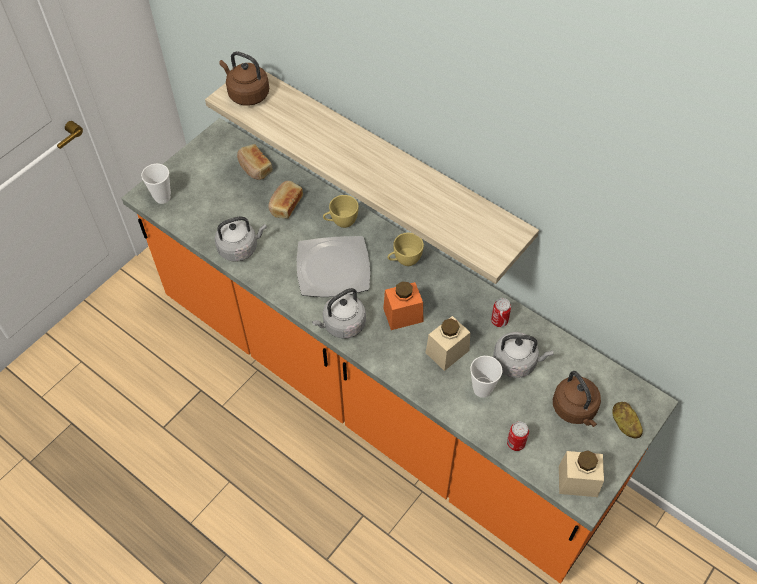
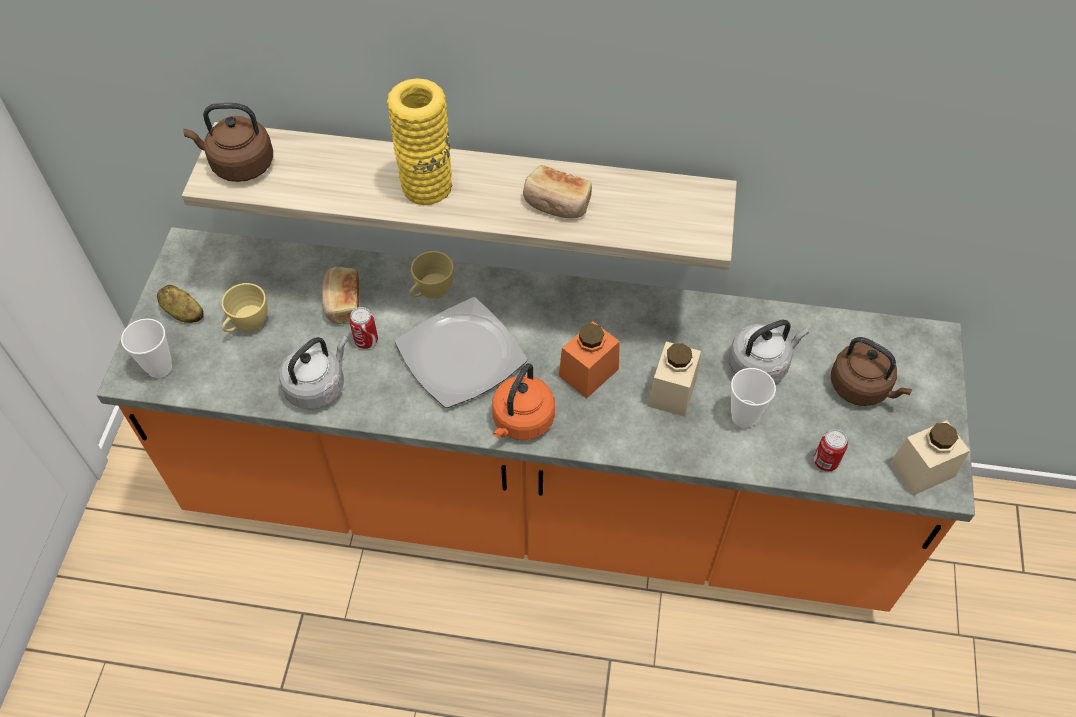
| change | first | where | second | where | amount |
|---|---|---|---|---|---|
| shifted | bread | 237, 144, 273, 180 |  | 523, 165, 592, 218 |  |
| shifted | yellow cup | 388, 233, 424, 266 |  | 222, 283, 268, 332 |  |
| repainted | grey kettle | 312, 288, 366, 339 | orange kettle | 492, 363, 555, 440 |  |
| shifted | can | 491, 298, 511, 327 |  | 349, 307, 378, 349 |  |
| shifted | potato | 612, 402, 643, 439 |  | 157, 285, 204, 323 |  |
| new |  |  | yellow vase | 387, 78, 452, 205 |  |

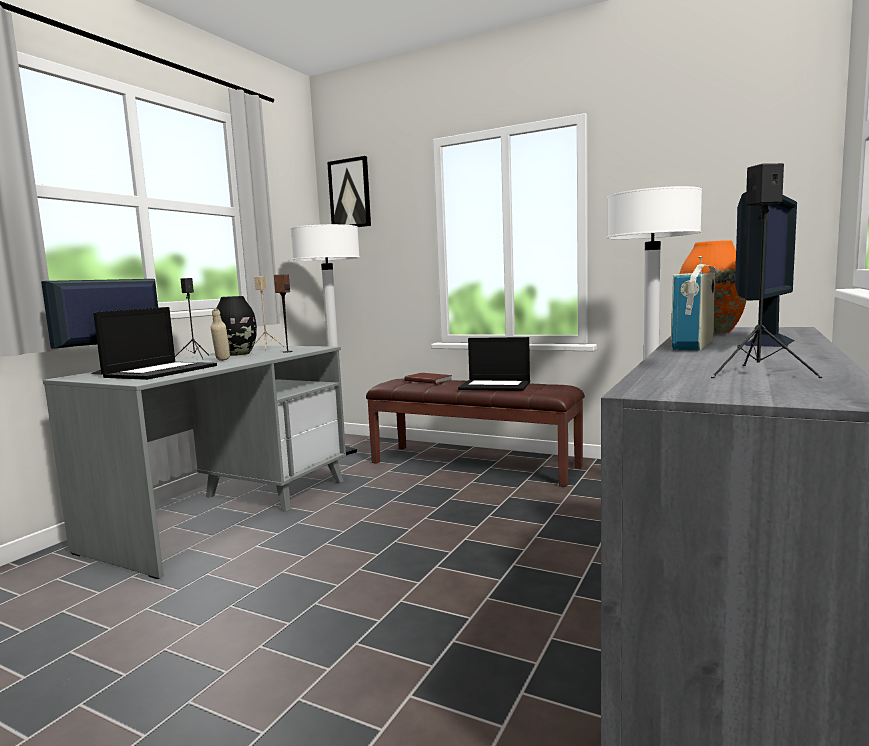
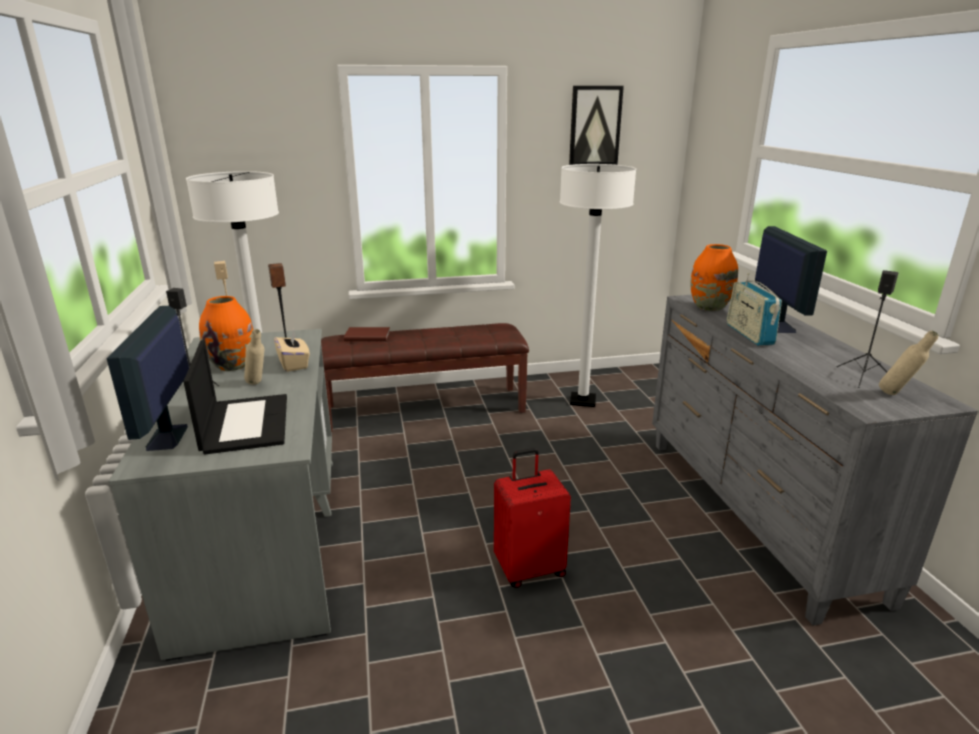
| change | first | where | second | where | amount |
|---|---|---|---|---|---|
| shifted | picture | 327, 156, 371, 227 |  | 569, 86, 624, 165 |  |
| repainted | black vase | 216, 296, 257, 356 | orange vase | 199, 296, 253, 371 |  |
| gone | laptop | 458, 337, 530, 391 |  |  |  |
| new |  |  | beige tissue box | 274, 329, 310, 372 |  |
| new |  |  | beige bottle | 879, 331, 939, 395 |  |
| new |  |  | red suitcase | 494, 448, 571, 588 |  |

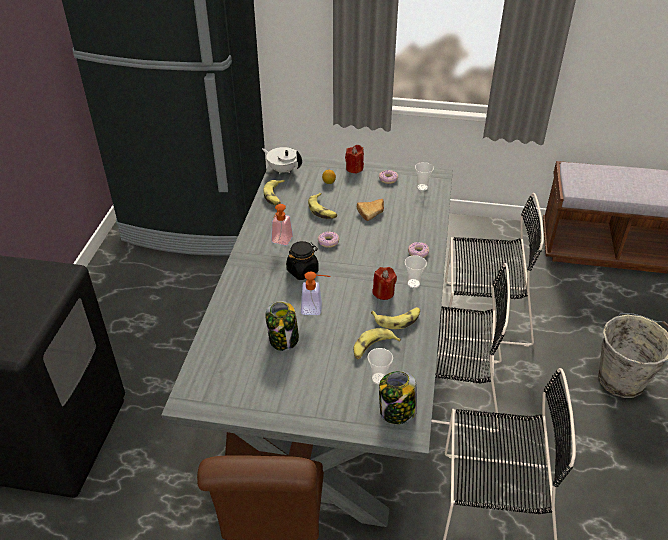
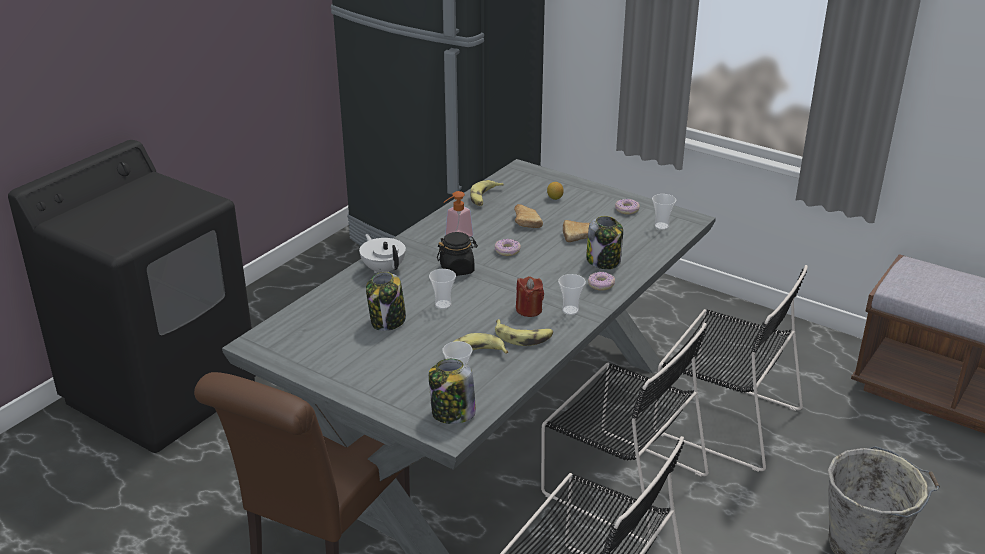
| change | first | where | second | where | amount |
|---|---|---|---|---|---|
| gone | red candle | 345, 145, 364, 174 |  |  |  |
| shifted | white teapot | 262, 147, 302, 174 |  | 359, 234, 406, 273 |  |
| swapped | banana | 308, 193, 337, 219 | bread | 514, 204, 543, 228 |  |
| swapped | soap dispenser | 301, 272, 331, 315 | cup | 429, 269, 456, 309 |  |
| new |  |  | jar | 586, 216, 623, 269 |  |

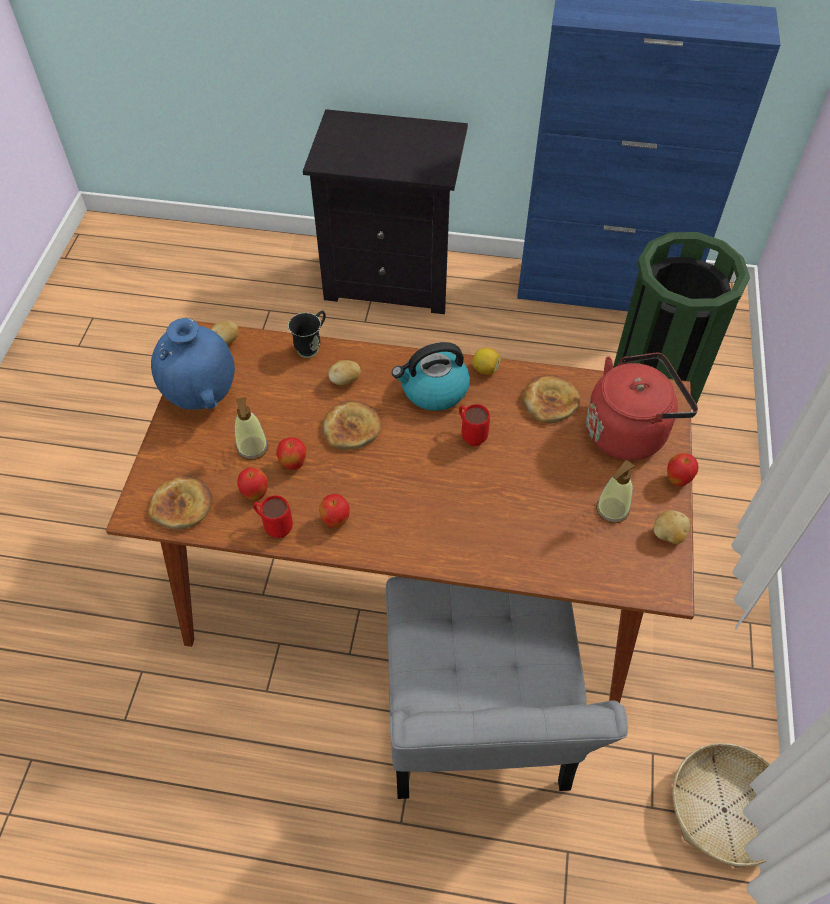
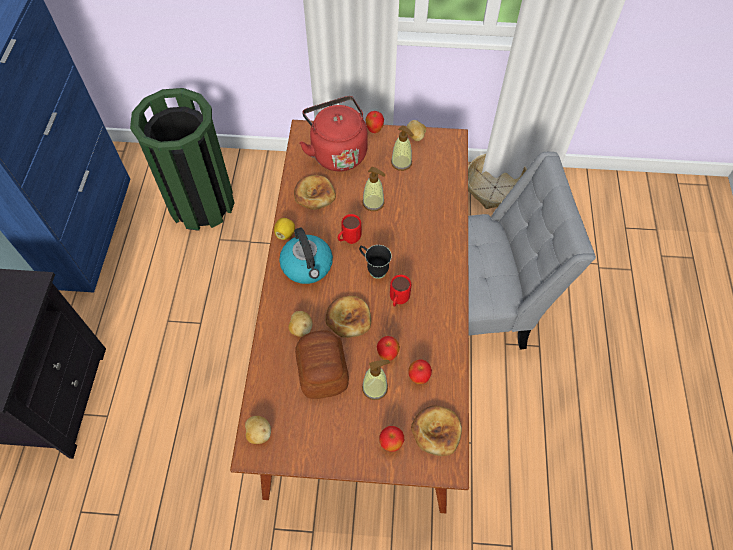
| change | first | where | second | where | amount |
|---|---|---|---|---|---|
| shifted | black mug | 288, 310, 326, 358 |  | 359, 245, 392, 279 |  |
| gone | blue vase | 151, 318, 235, 410 |  |  |  |
| shifted | apple | 319, 494, 350, 528 |  | 379, 426, 404, 452 |  |
| shifted | red mug | 253, 495, 293, 538 |  | 390, 275, 411, 306 |  |
| new |  |  | soap dispenser | 362, 167, 385, 211 |  |
| new |  |  | bread | 295, 330, 349, 399 |  |

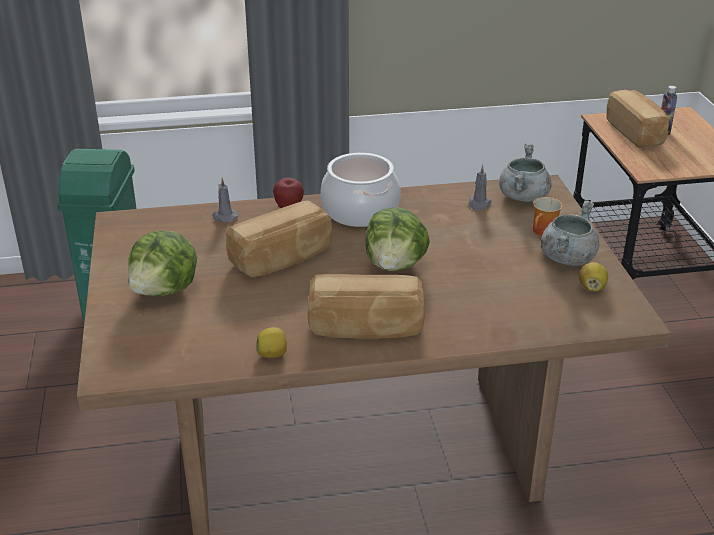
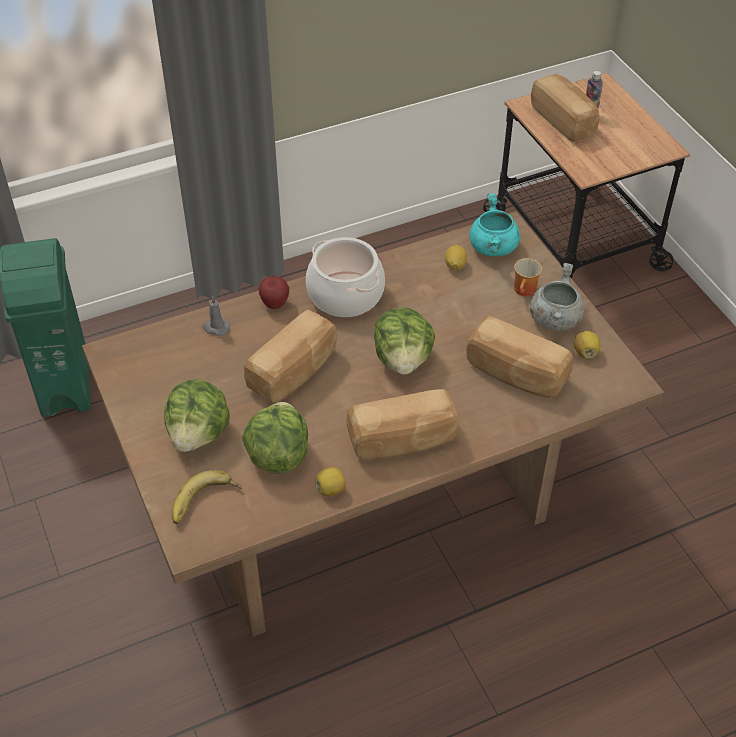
| change | first | where | second | where | amount |
|---|---|---|---|---|---|
| repainted | grey cooking pot | 499, 144, 552, 202 | turquoise cooking pot | 469, 194, 521, 256 |  |
| swapped | grey candle | 469, 165, 492, 211 | lemon | 445, 245, 467, 270 |  |
| new |  |  | bread | 466, 315, 573, 398 |  |
| new |  |  | lettuce | 242, 402, 308, 474 |  |
| new |  |  | banana | 171, 470, 242, 524 |  |

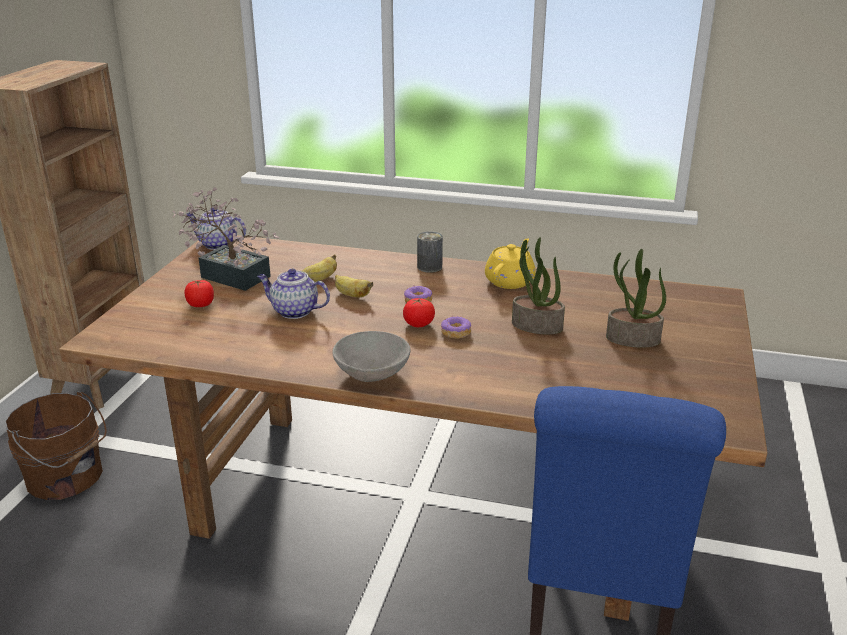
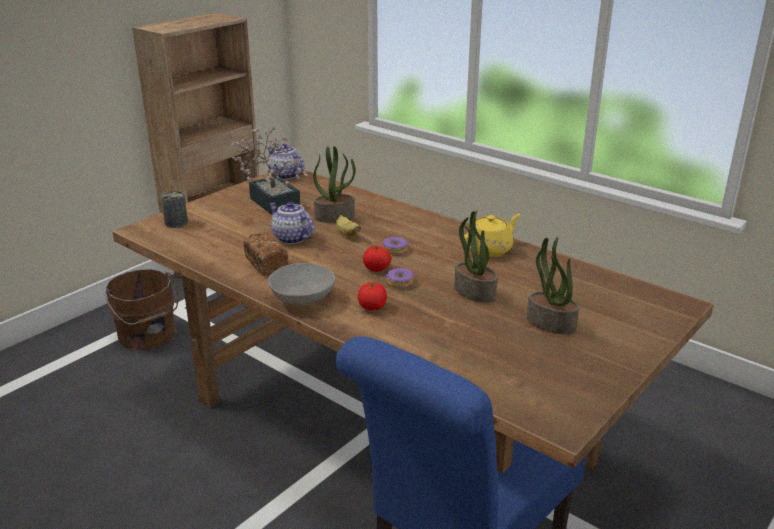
| change | first | where | second | where | amount |
|---|---|---|---|---|---|
| shifted | can | 417, 231, 443, 273 |  | 161, 191, 188, 228 |  |
| swapped | banana | 302, 254, 337, 282 | potted plant | 313, 146, 355, 223 |  |
| shifted | tomato | 185, 279, 214, 307 |  | 358, 282, 387, 311 |  |
| new |  |  | bread | 243, 232, 288, 276 |  |

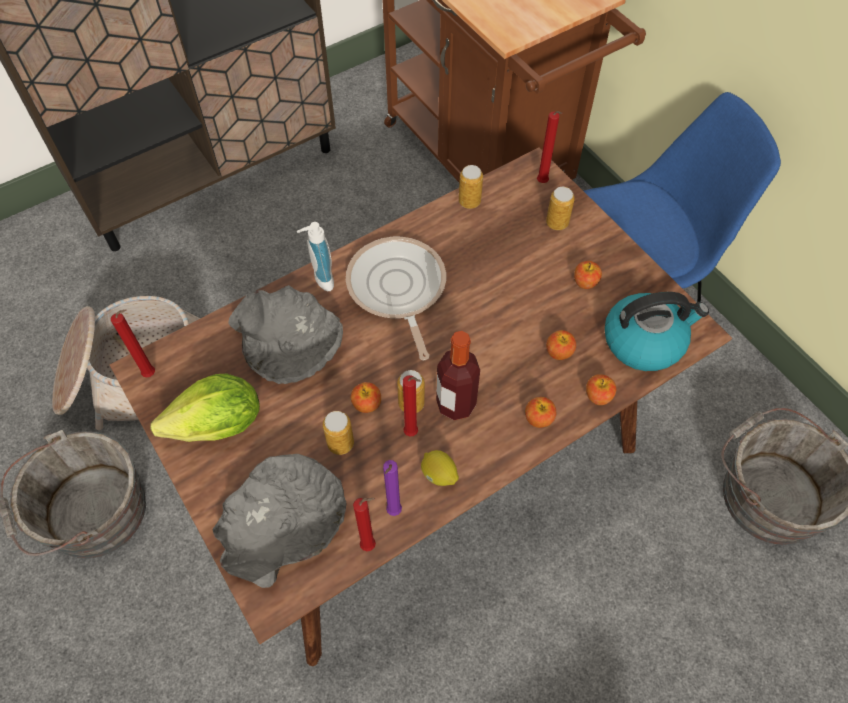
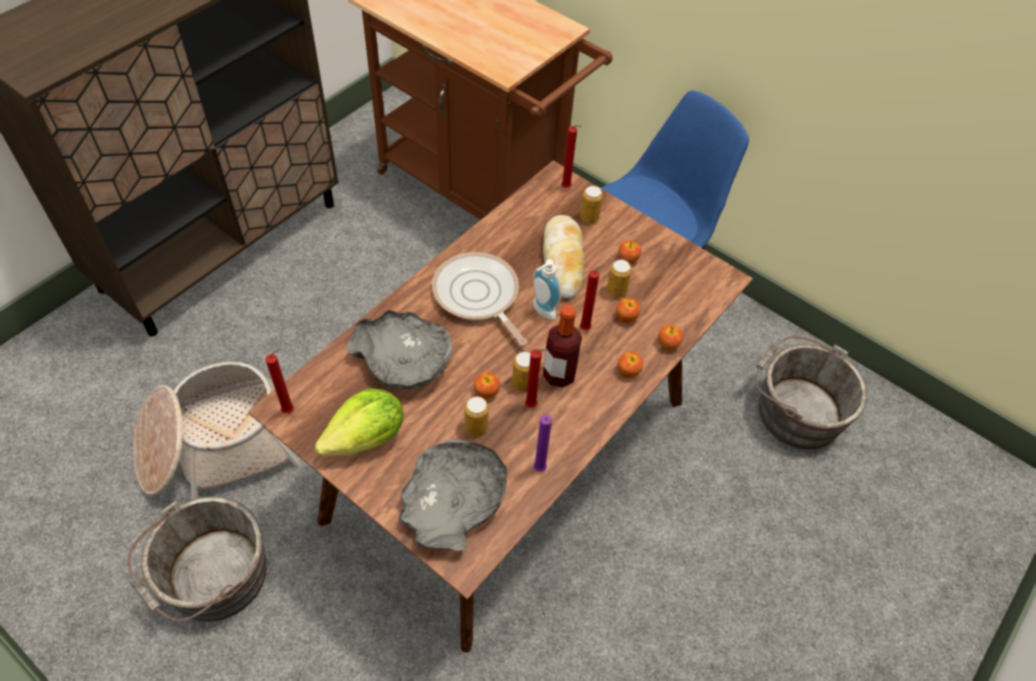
| change | first | where | second | where | amount |
|---|---|---|---|---|---|
| shifted | can | 459, 165, 483, 209 |  | 607, 259, 632, 298 |  |
| shifted | soap dispenser | 297, 222, 334, 291 |  | 533, 259, 561, 320 |  |
| gone | kettle | 604, 292, 709, 371 |  |  |  |
| gone | lemon | 421, 450, 459, 486 |  |  |  |
| shifted | red candle | 353, 498, 376, 551 |  | 580, 264, 605, 330 |  |
| new |  |  | bread | 543, 215, 584, 298 |  |

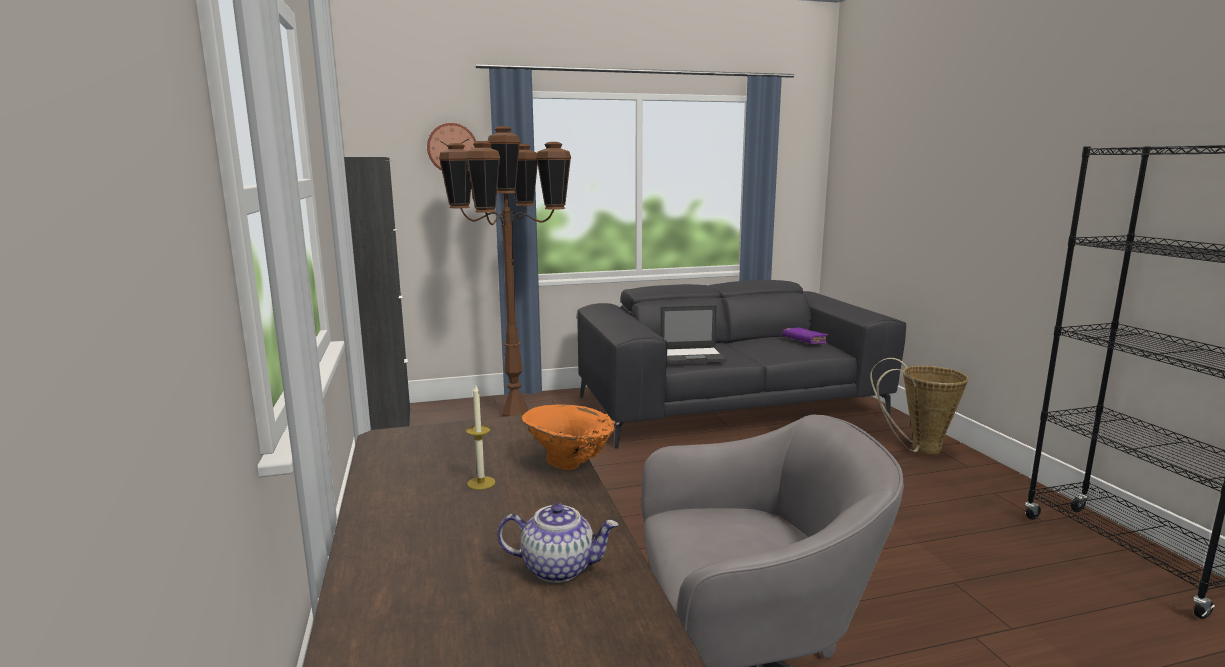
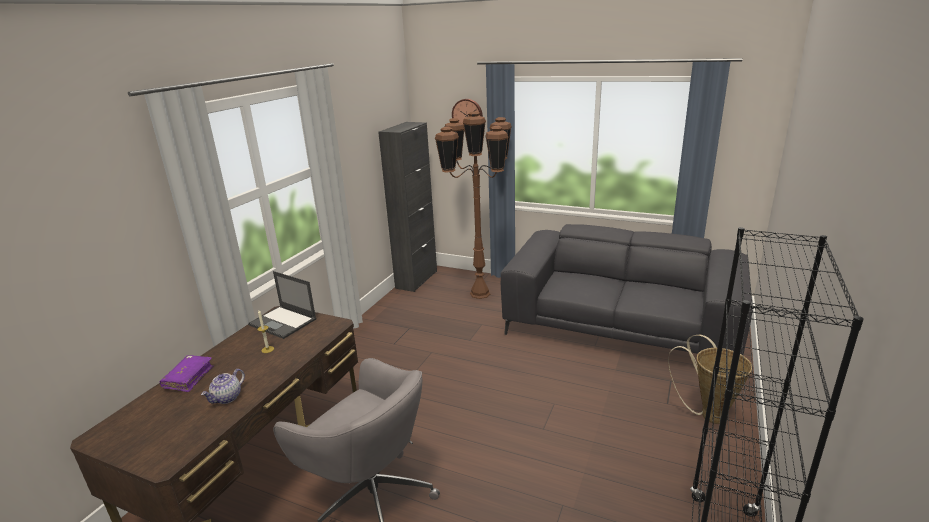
| change | first | where | second | where | amount |
|---|---|---|---|---|---|
| shifted | laptop | 660, 305, 727, 364 |  | 248, 271, 317, 339 |  |
| shifted | purple book | 783, 327, 829, 344 |  | 160, 355, 214, 392 |  |
| gone | orange vase | 521, 404, 616, 470 |  |  |  |
| rotated | teapot | 497, 503, 618, 583 |  | 201, 369, 245, 404 | 75 degrees clockwise |

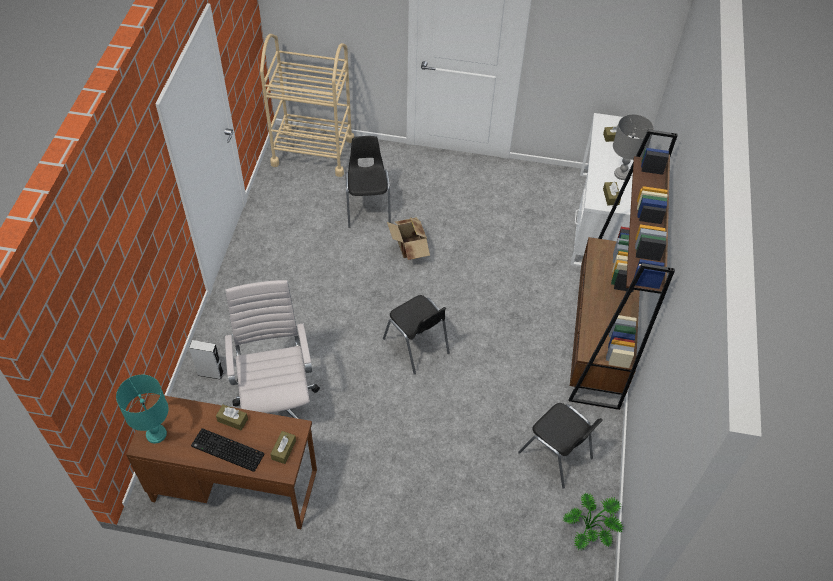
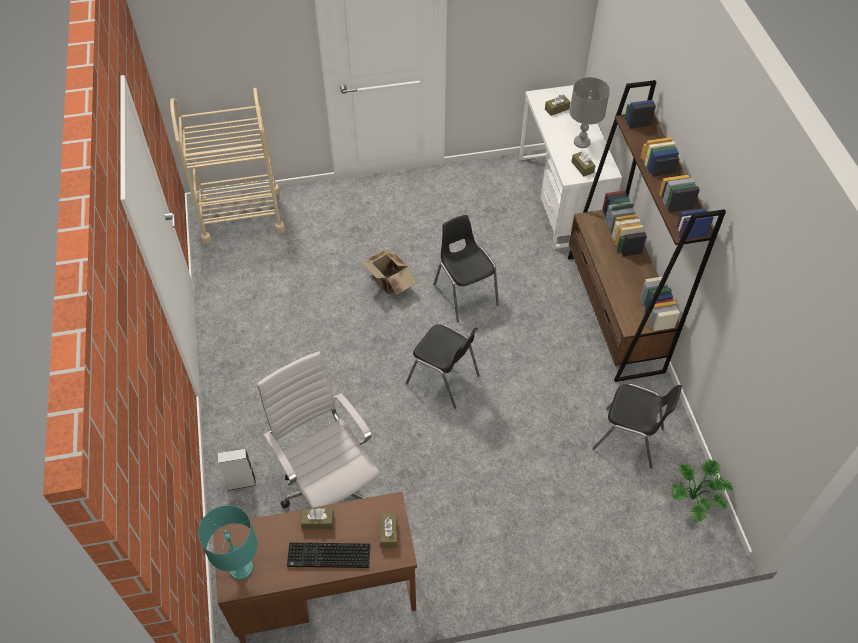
| change | first | where | second | where | amount |
|---|---|---|---|---|---|
| shifted | black chair | 346, 136, 391, 228 |  | 434, 215, 499, 322 |  |

